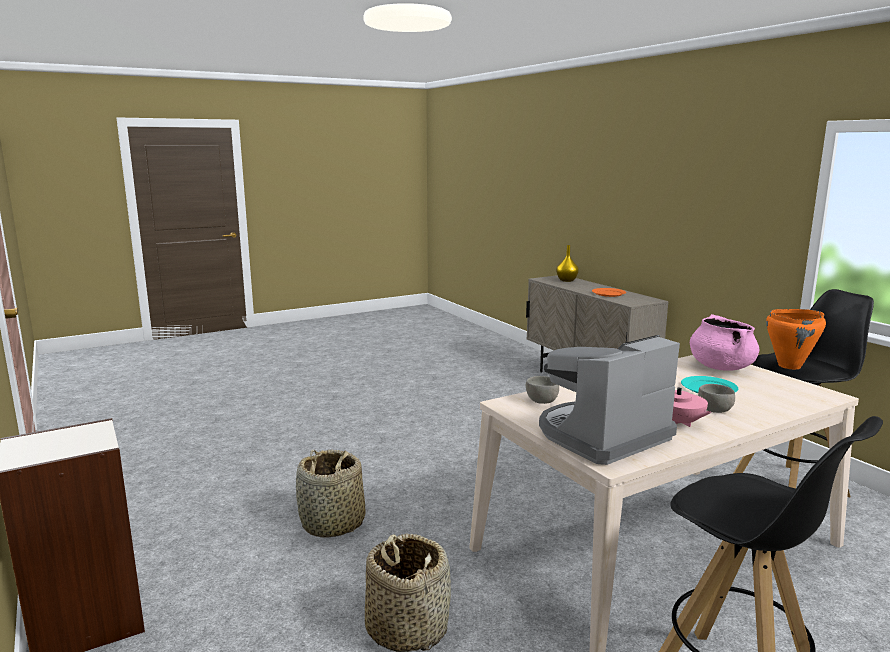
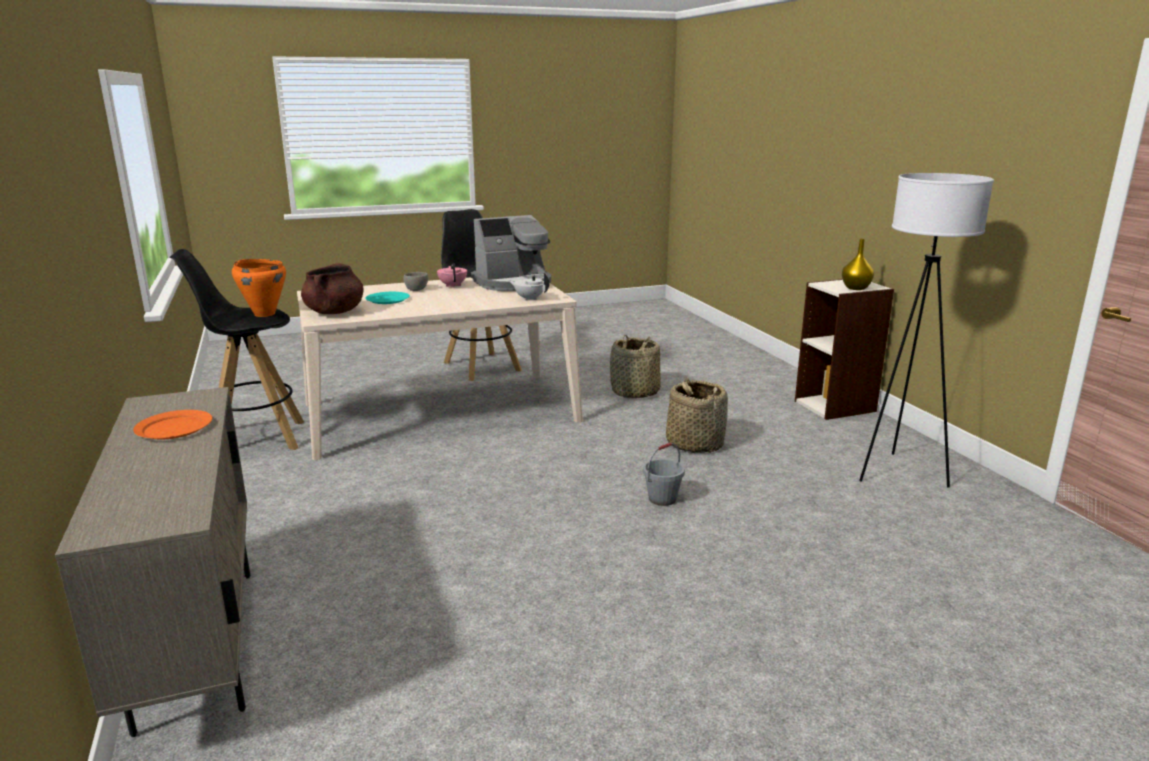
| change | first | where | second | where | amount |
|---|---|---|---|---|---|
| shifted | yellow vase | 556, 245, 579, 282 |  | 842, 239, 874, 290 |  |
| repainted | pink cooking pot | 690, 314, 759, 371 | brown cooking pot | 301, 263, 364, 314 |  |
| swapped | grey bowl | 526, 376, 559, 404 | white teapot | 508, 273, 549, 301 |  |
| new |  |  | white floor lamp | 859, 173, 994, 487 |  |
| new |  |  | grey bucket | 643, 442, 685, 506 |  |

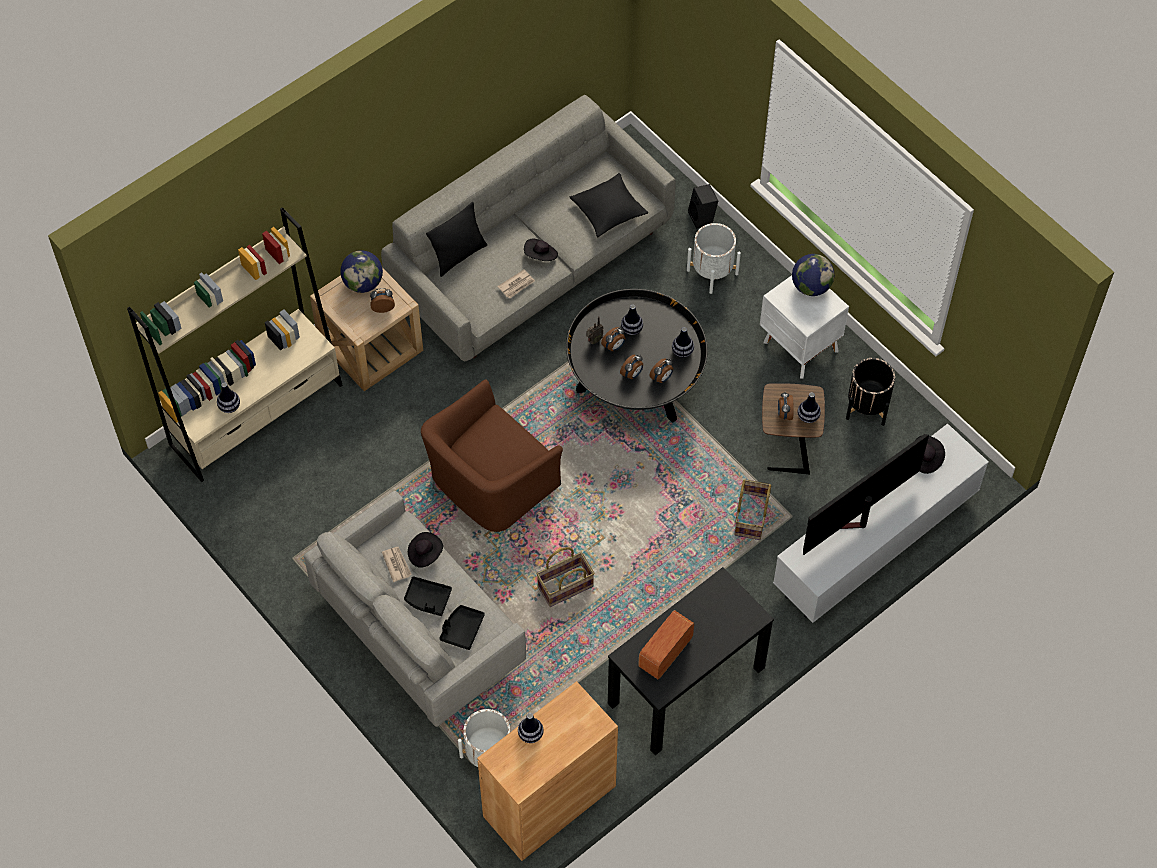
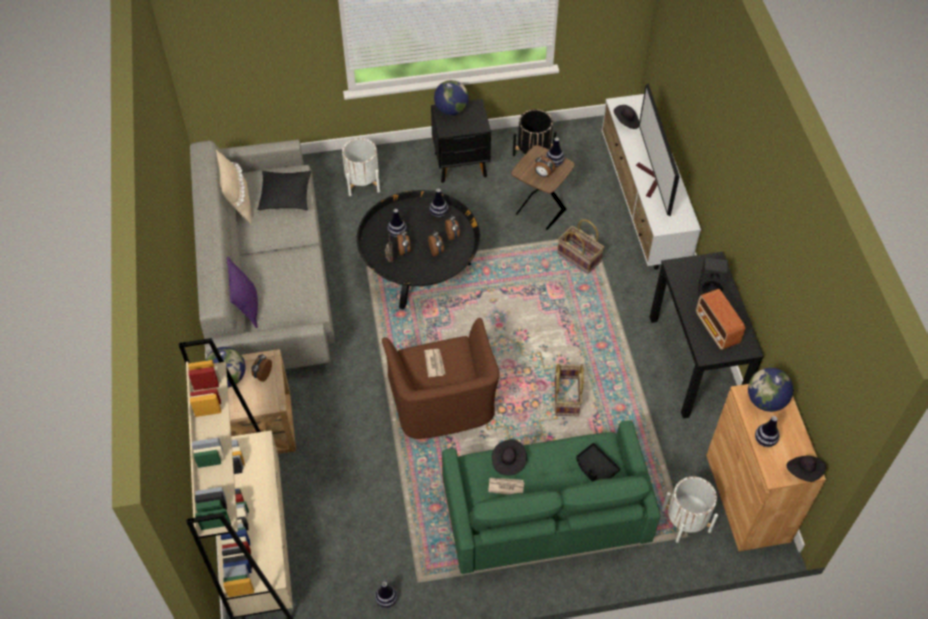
| change | first | where | second | where | amount |
|---|---|---|---|---|---|
| shifted | black speaker | 688, 184, 718, 229 |  | 698, 257, 728, 297 |  |
| repainted | black pillow | 426, 202, 487, 277 | purple pillow | 227, 256, 258, 328 |  |
| shifted | black hat | 524, 239, 558, 261 |  | 787, 456, 826, 482 |  |
| shifted | newspaper | 497, 270, 535, 298 |  | 424, 349, 445, 377 |  |
| repainted | white nightstand | 760, 275, 849, 379 | black nightstand | 431, 99, 491, 183 |  |
| shifted | vase | 217, 382, 240, 413 |  | 375, 581, 398, 608 |  |
| repainted | grey sofa | 304, 491, 526, 727 | green sofa | 442, 420, 661, 574 |  |
| gone | black tray | 404, 576, 452, 616 |  |  |  |
| new |  |  | beige pillow | 216, 150, 252, 224 |  |
| new |  |  | globe | 748, 368, 793, 412 |  |

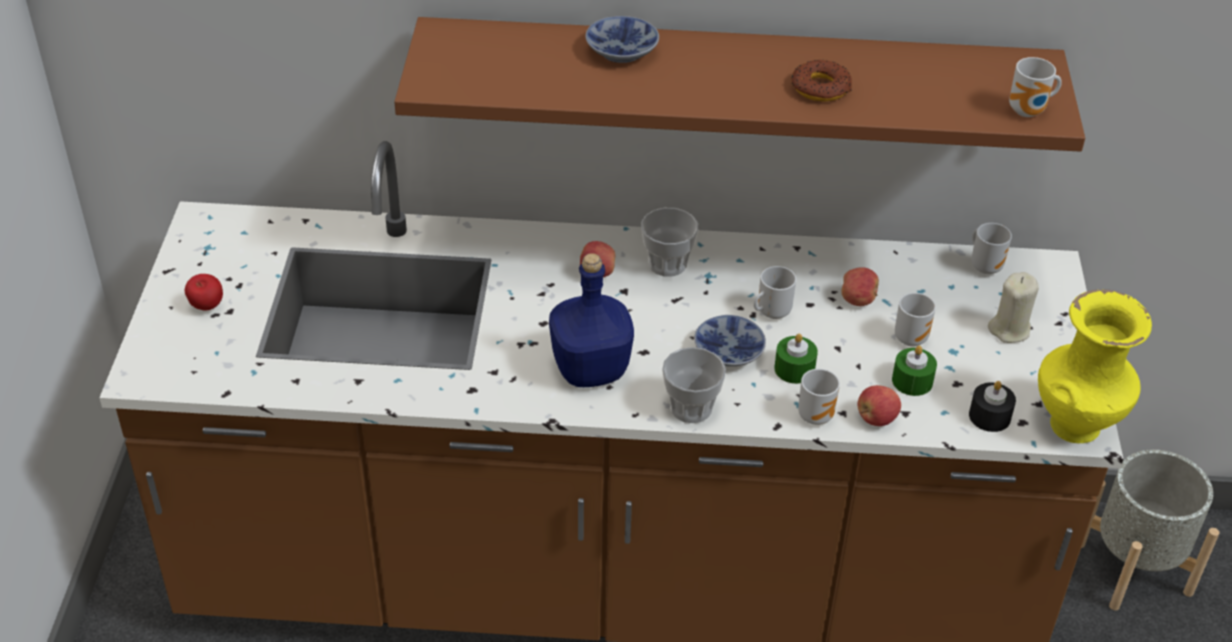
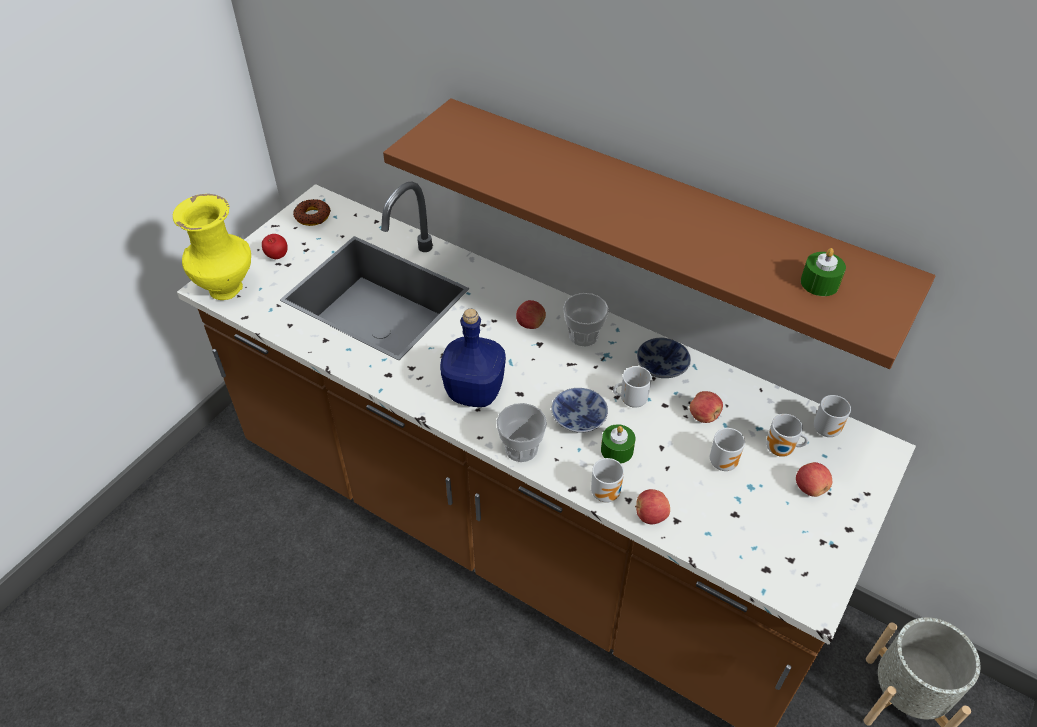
| change | first | where | second | where | amount |
|---|---|---|---|---|---|
| shifted | bowl | 585, 16, 659, 63 |  | 637, 338, 691, 378 |  |
| shifted | mug | 1009, 57, 1062, 117 |  | 766, 414, 808, 457 |  |
| shifted | donut | 791, 60, 852, 102 |  | 293, 199, 331, 226 |  |
| swapped | beige candle | 988, 272, 1039, 343 | apple | 796, 462, 832, 497 |  |
| shifted | yellow vase | 1038, 290, 1152, 443 |  | 173, 194, 251, 300 |  |
| shifted | green candle | 892, 345, 937, 396 |  | 801, 248, 846, 296 |  |
| gone | black candle | 969, 381, 1016, 432 |  |  |  |

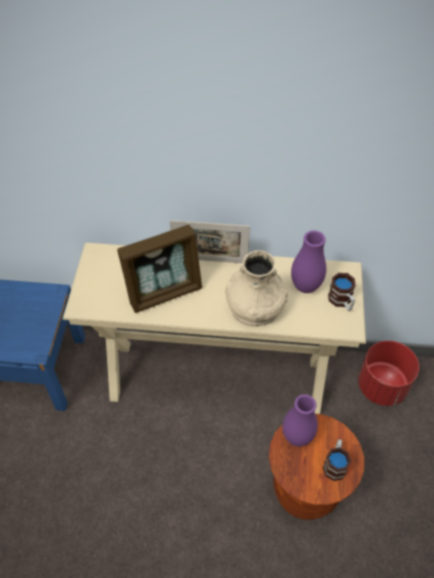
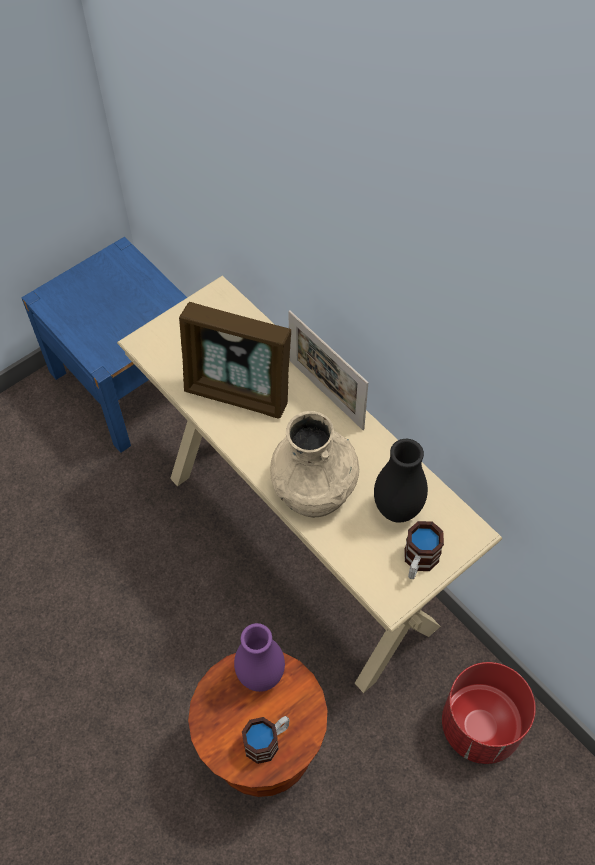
| change | first | where | second | where | amount |
|---|---|---|---|---|---|
| repainted | purple vase | 291, 230, 326, 293 | black vase | 374, 439, 428, 523 |  |

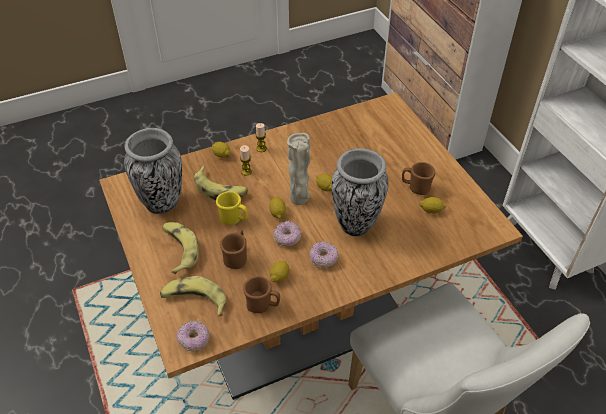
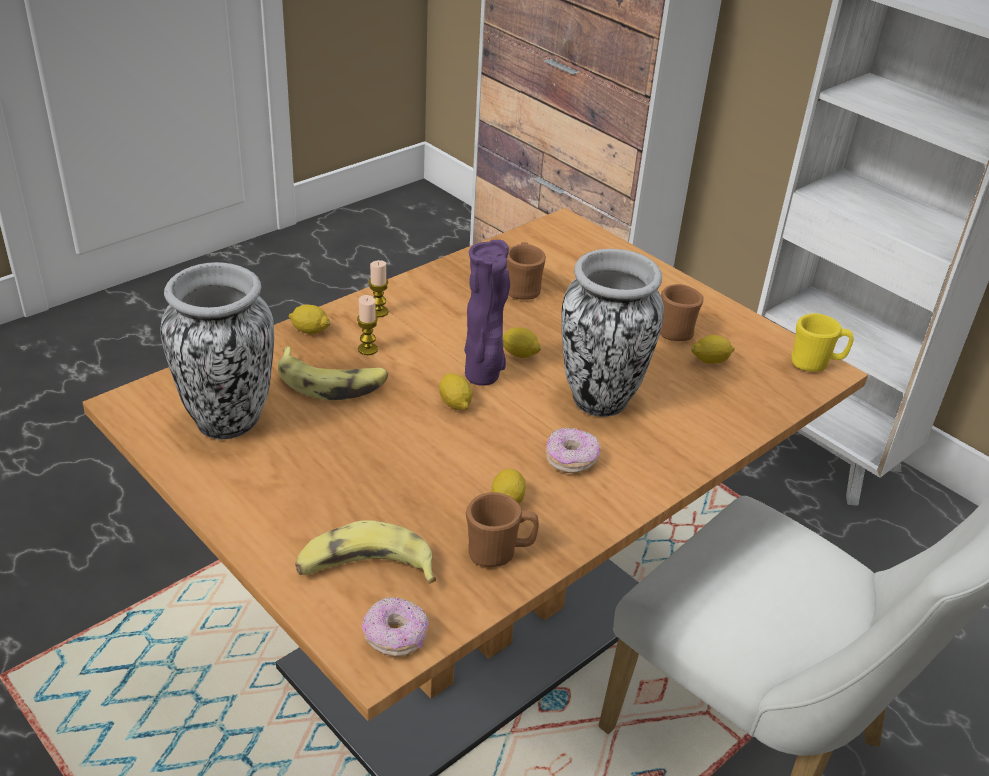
| change | first | where | second | where | amount |
|---|---|---|---|---|---|
| repainted | beige vase | 287, 133, 311, 205 | purple vase | 464, 240, 510, 386 |  |
| shifted | yellow mug | 216, 191, 248, 225 |  | 791, 313, 853, 372 |  |
| gone | donut | 273, 221, 301, 246 |  |  |  |
| gone | banana | 162, 222, 199, 274 |  |  |  |
| shifted | brown mug | 220, 229, 247, 269 |  | 507, 242, 546, 300 |  |

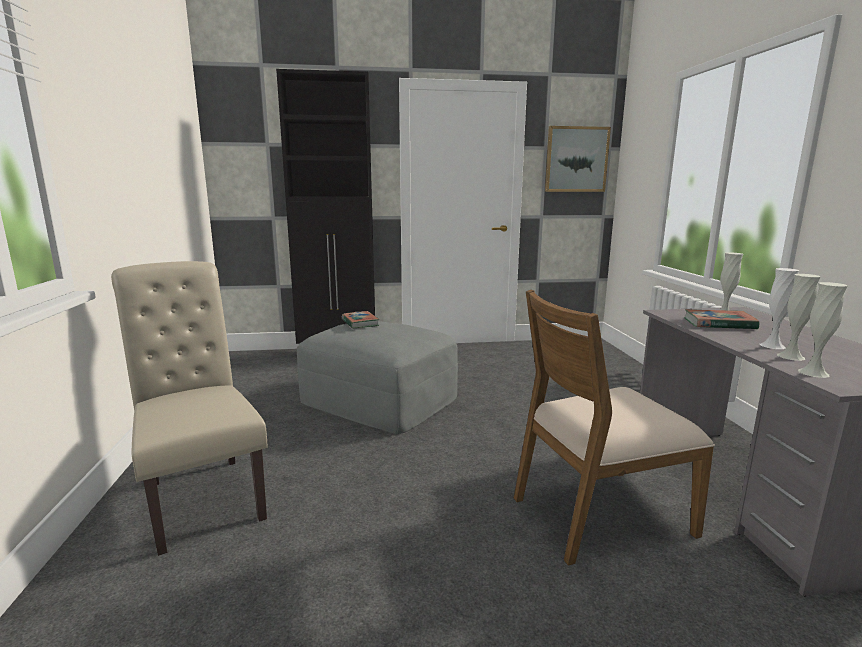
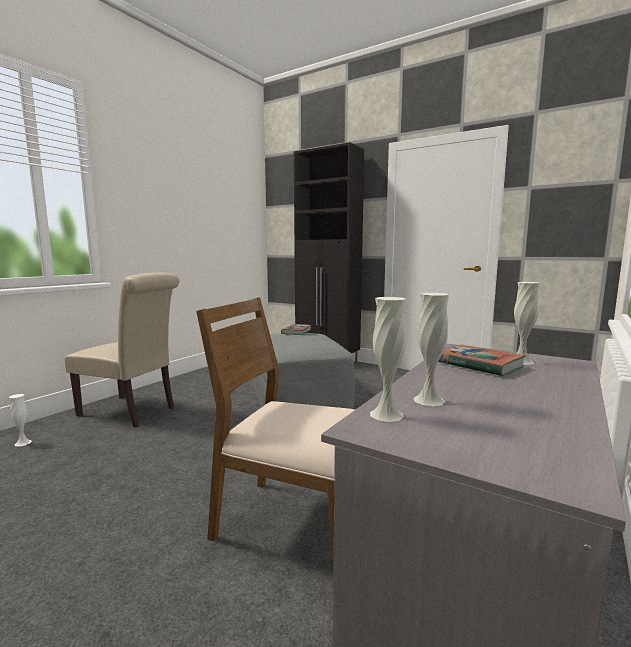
| change | first | where | second | where | amount |
|---|---|---|---|---|---|
| gone | picture | 545, 126, 611, 192 |  |  |  |
| rotated | beige chair | 111, 261, 267, 556 |  | 64, 273, 179, 427 | 105 degrees clockwise |
| shifted | white vase | 760, 268, 799, 349 |  | 9, 394, 32, 446 |  |

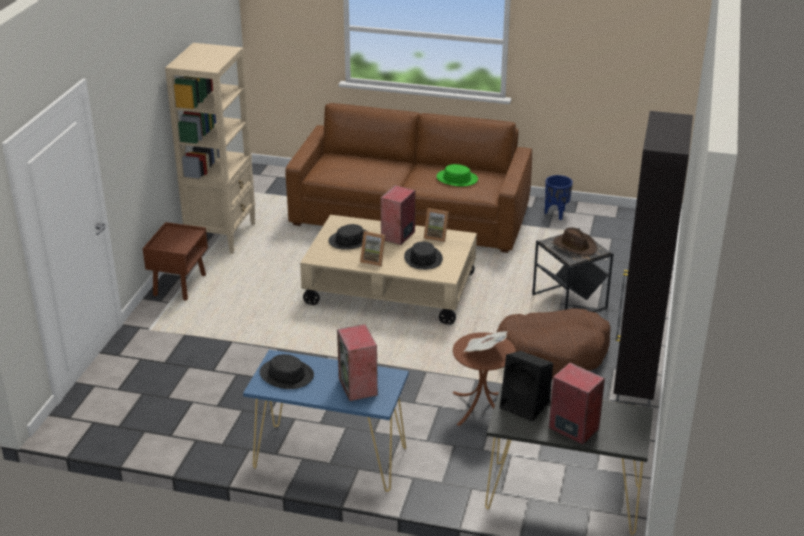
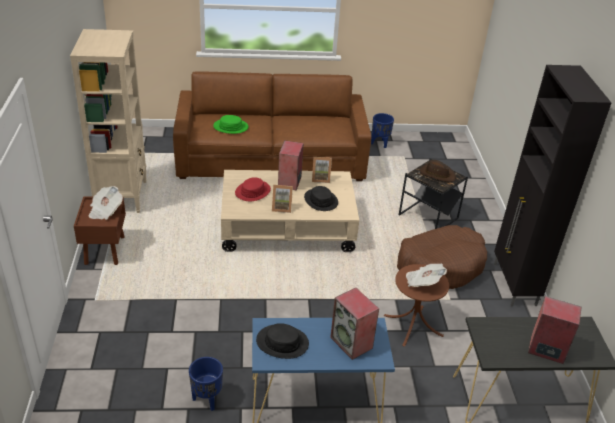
| change | first | where | second | where | amount |
|---|---|---|---|---|---|
| shifted | green hat | 436, 164, 478, 186 |  | 213, 115, 248, 134 |  |
| repainted | black hat | 328, 224, 368, 250 | red hat | 235, 177, 271, 201 |  |
| gone | black speaker | 500, 351, 553, 421 |  |  |  |
| new |  |  | newspaper | 89, 186, 123, 220 |  |
| new |  |  | blue planter | 189, 357, 223, 411 |  |

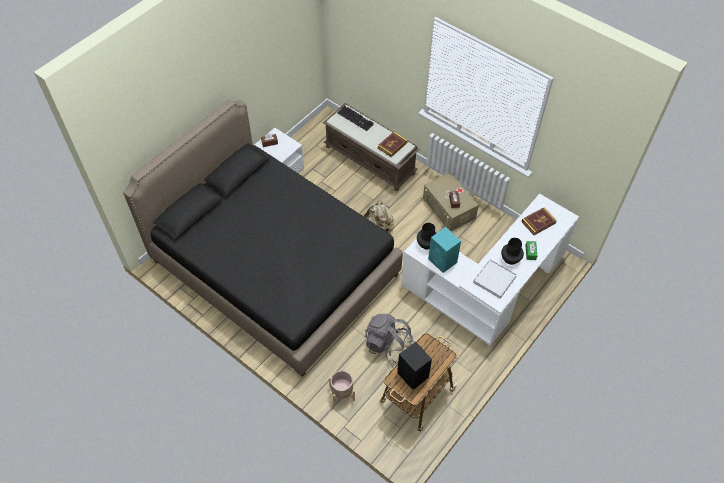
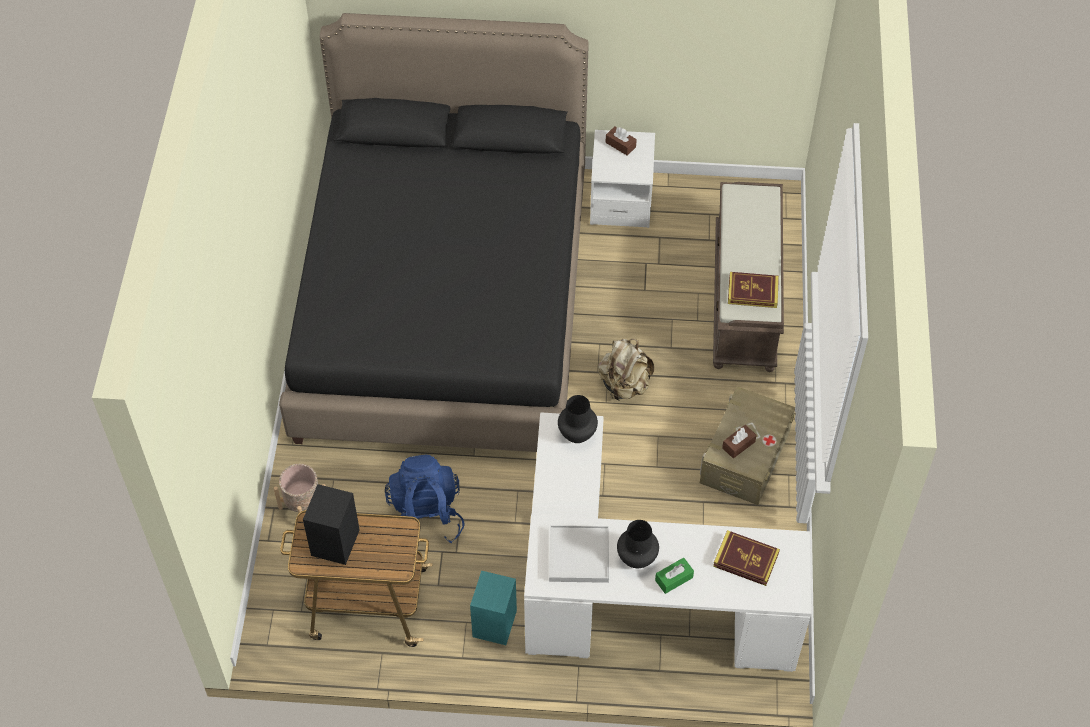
| change | first | where | second | where | amount |
|---|---|---|---|---|---|
| gone | keyboard | 337, 106, 374, 131 |  |  |  |
| shifted | turquoise speaker | 428, 227, 461, 273 |  | 470, 571, 517, 645 |  |
| repainted | grey backpack | 365, 313, 413, 363 | blue backpack | 385, 454, 465, 543 |  |

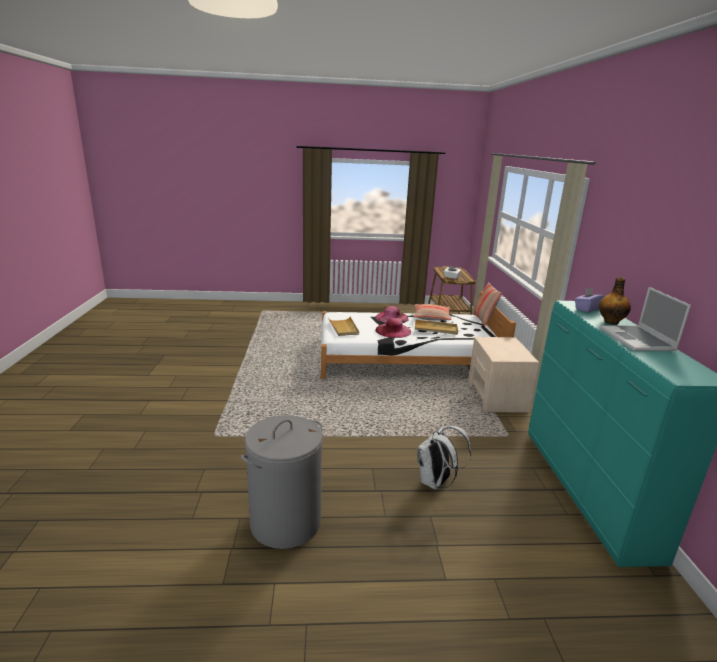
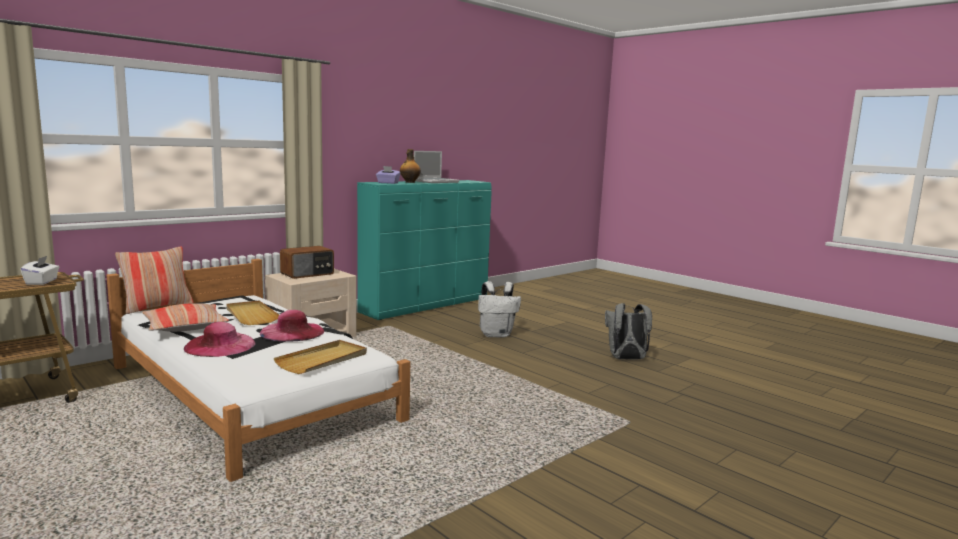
| change | first | where | second | where | amount |
|---|---|---|---|---|---|
| swapped | grey laundry basket | 241, 415, 323, 549 | grey backpack | 605, 303, 652, 360 |  |
| new |  |  | radio | 280, 246, 334, 279 |  |

